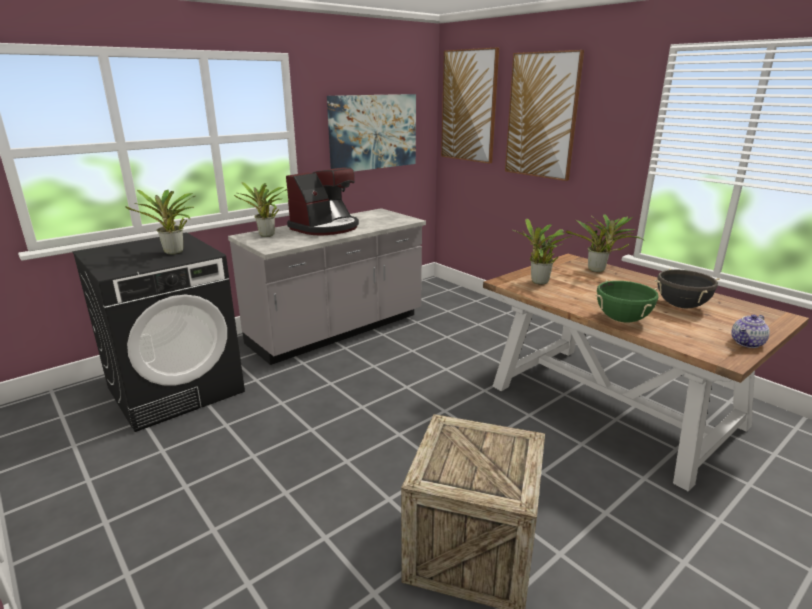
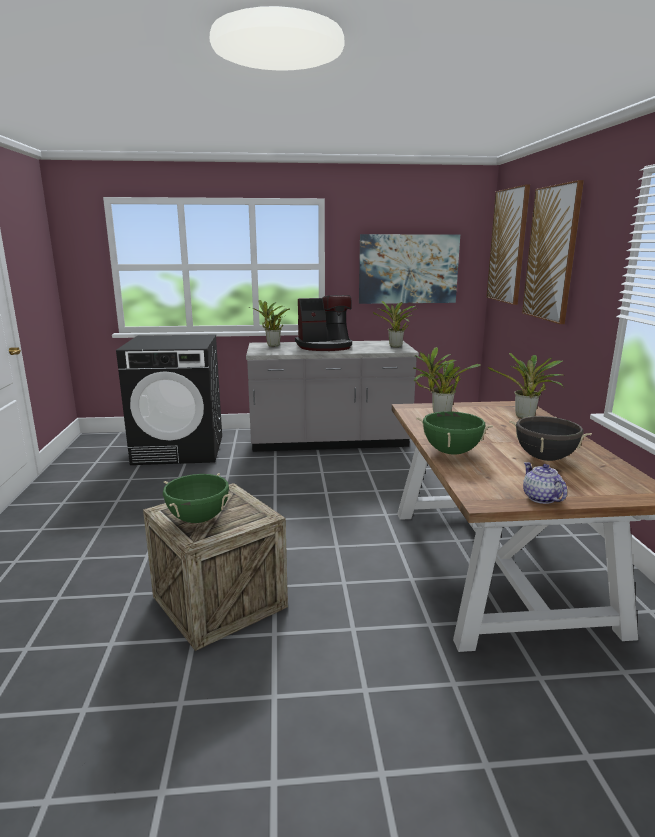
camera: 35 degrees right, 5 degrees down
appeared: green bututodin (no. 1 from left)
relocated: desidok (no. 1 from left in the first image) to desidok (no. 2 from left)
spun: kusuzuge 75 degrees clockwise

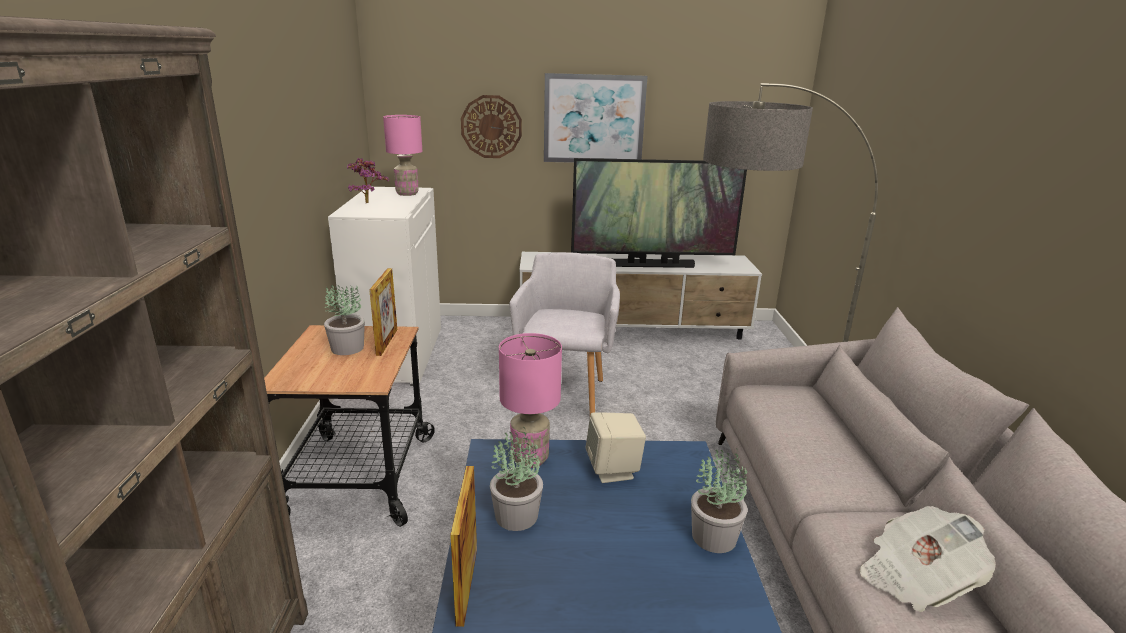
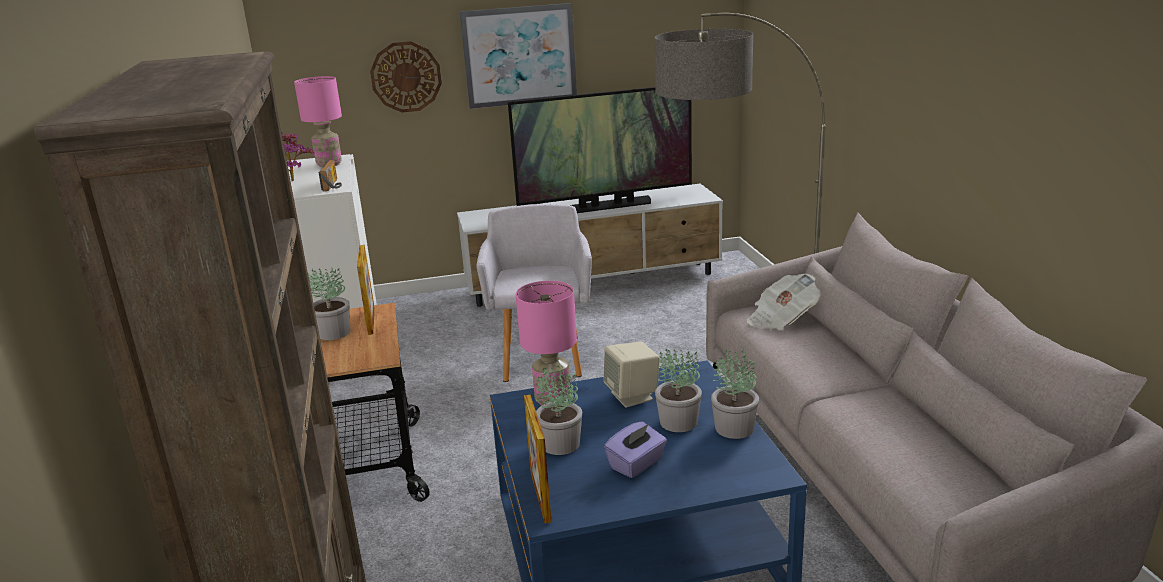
camera: 10 degrees left, 0 degrees up
appeared: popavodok; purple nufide; desidok (no. 4 from left)
relocated: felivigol

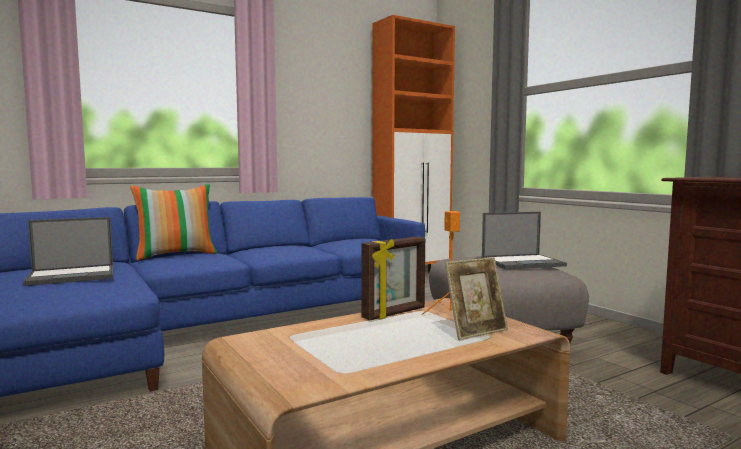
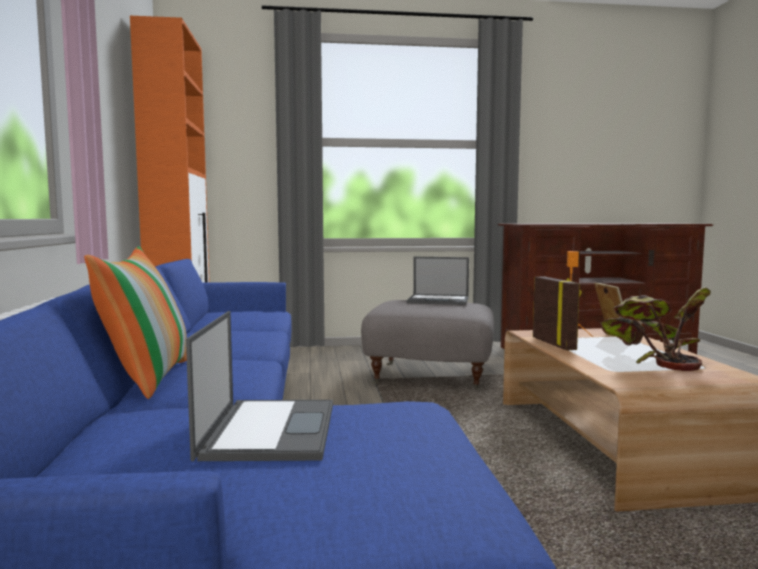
camera: 65 degrees left, 0 degrees up
appeared: desidok
spun: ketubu (no. 2 from left) 90 degrees clockwise

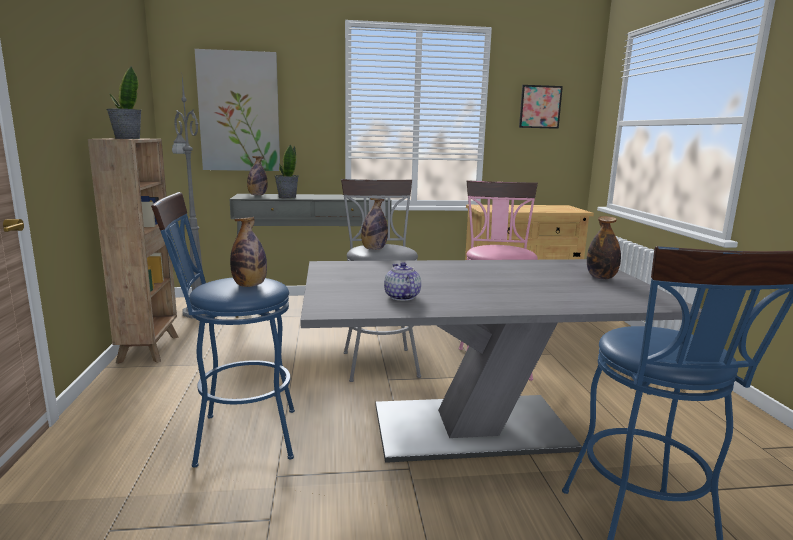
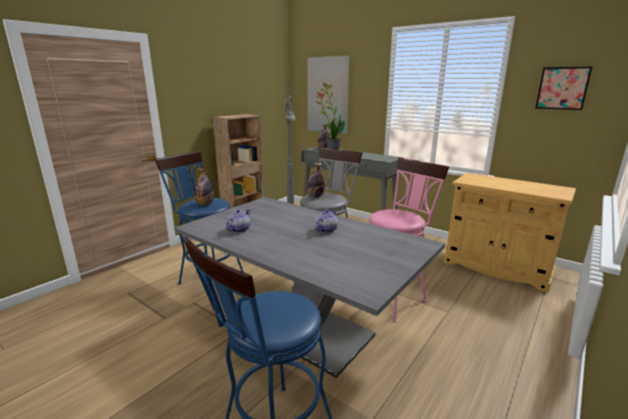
camera: 45 degrees right, 5 degrees up
missing: desidok (no. 1 from left); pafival (no. 4 from left)
appeared: kusuzuge (no. 2 from left)

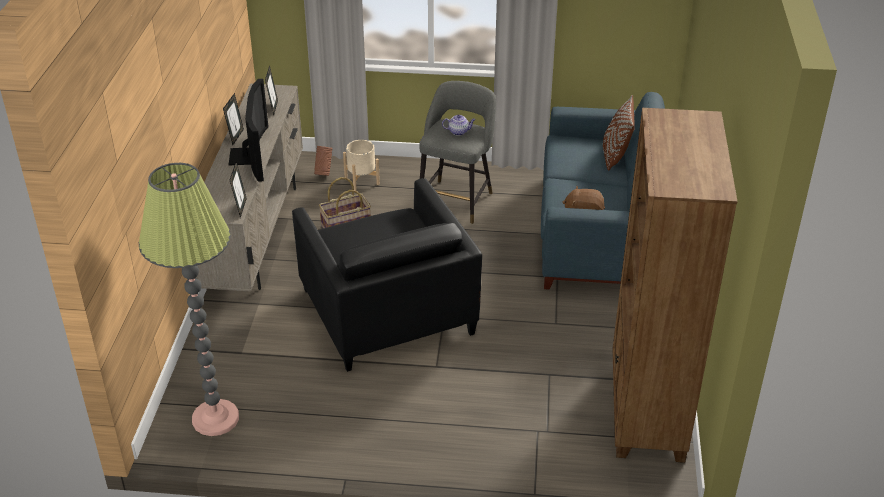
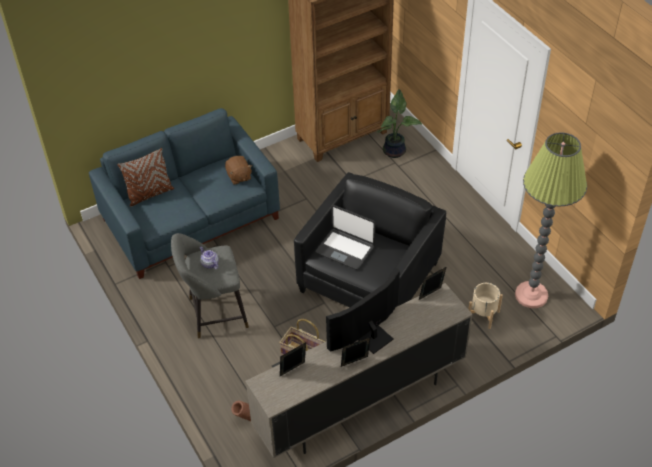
camera: 125 degrees left, 10 degrees up
appeared: ketubu; desidok
relocated: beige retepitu

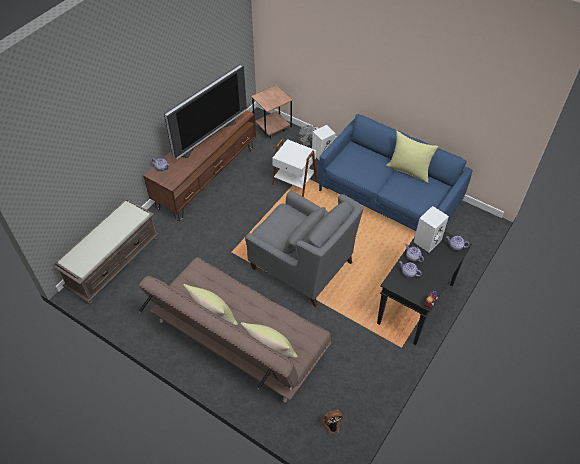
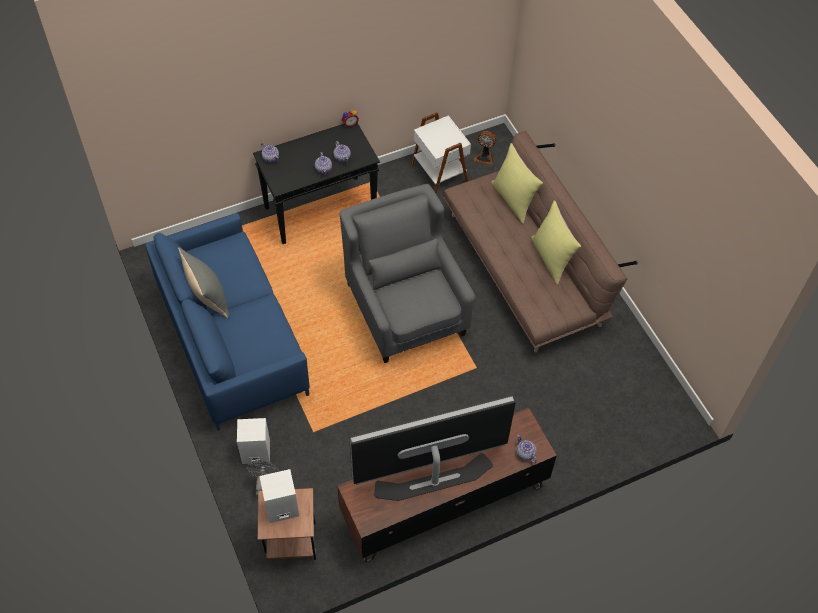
camera: 150 degrees left, 5 degrees up
missing: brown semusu
relocated: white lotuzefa (no. 2 from left); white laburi
colour: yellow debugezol (no. 3 from left) to grey debugezol

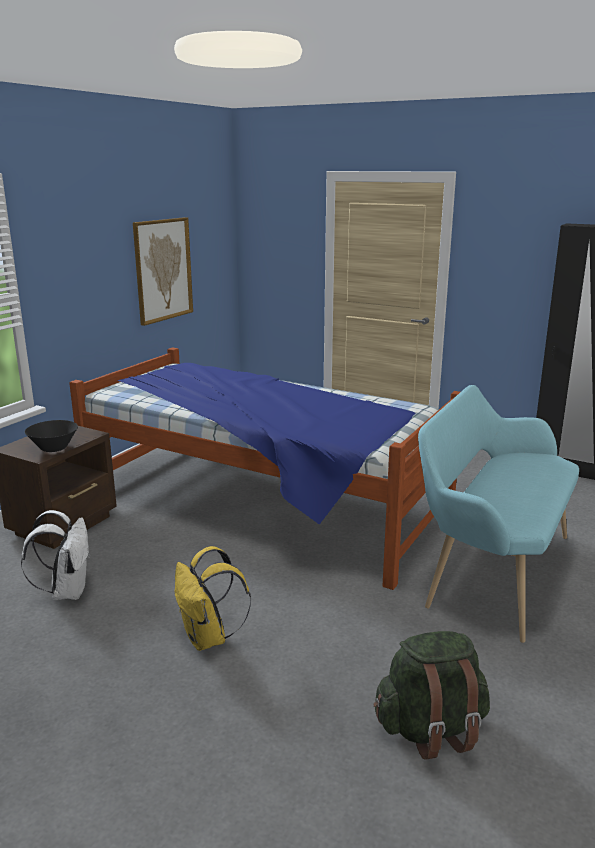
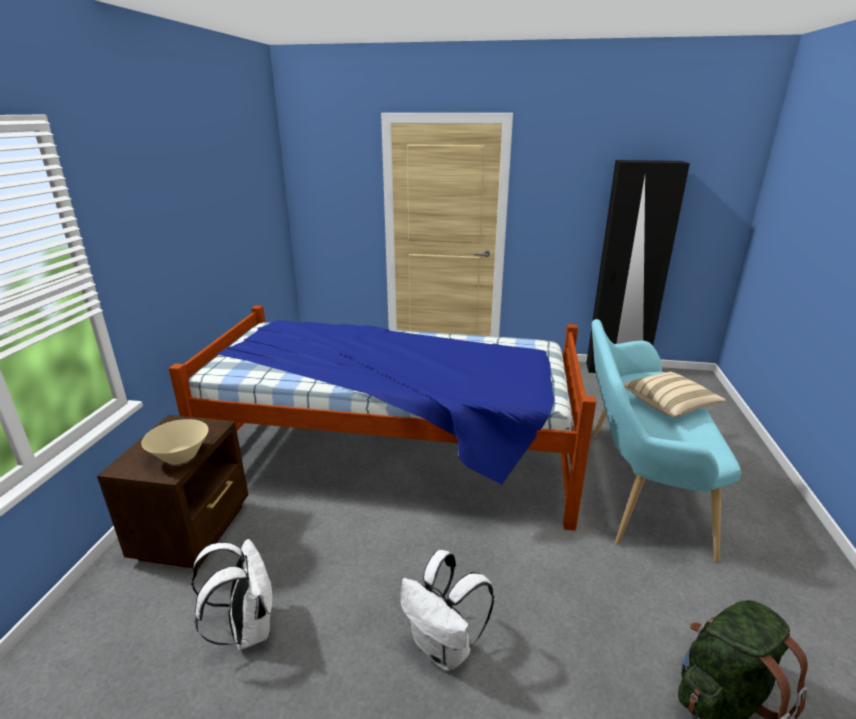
camera: 20 degrees left, 5 degrees up
missing: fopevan
appeared: beige debugezol
colour: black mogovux to beige mogovux; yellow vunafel to white vunafel (no. 2 from left)

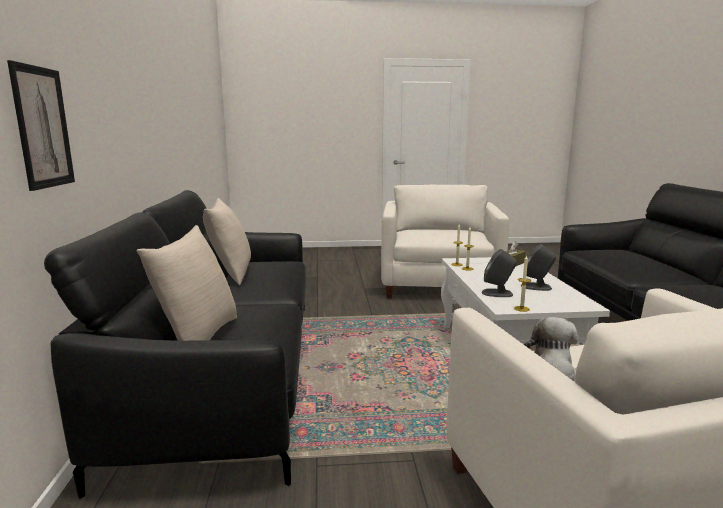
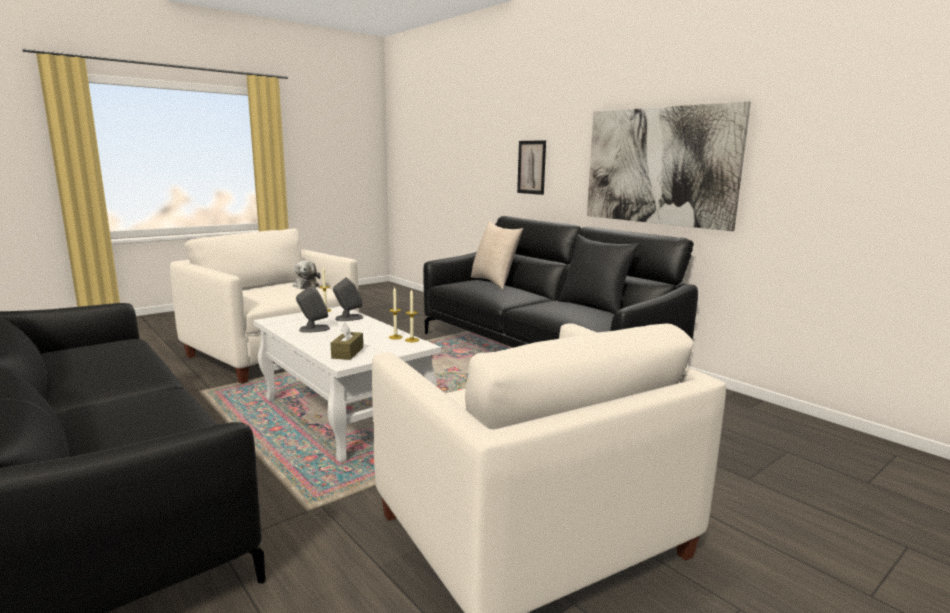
camera: 145 degrees right, 0 degrees up
appeared: fopevan (no. 2 from left)
colour: beige debugezol (no. 2 from left) to black debugezol

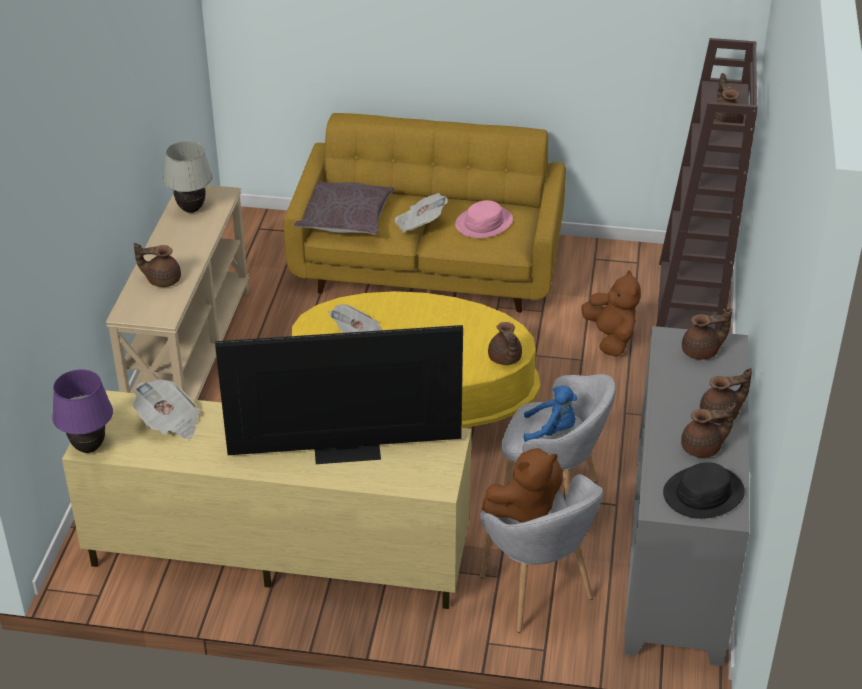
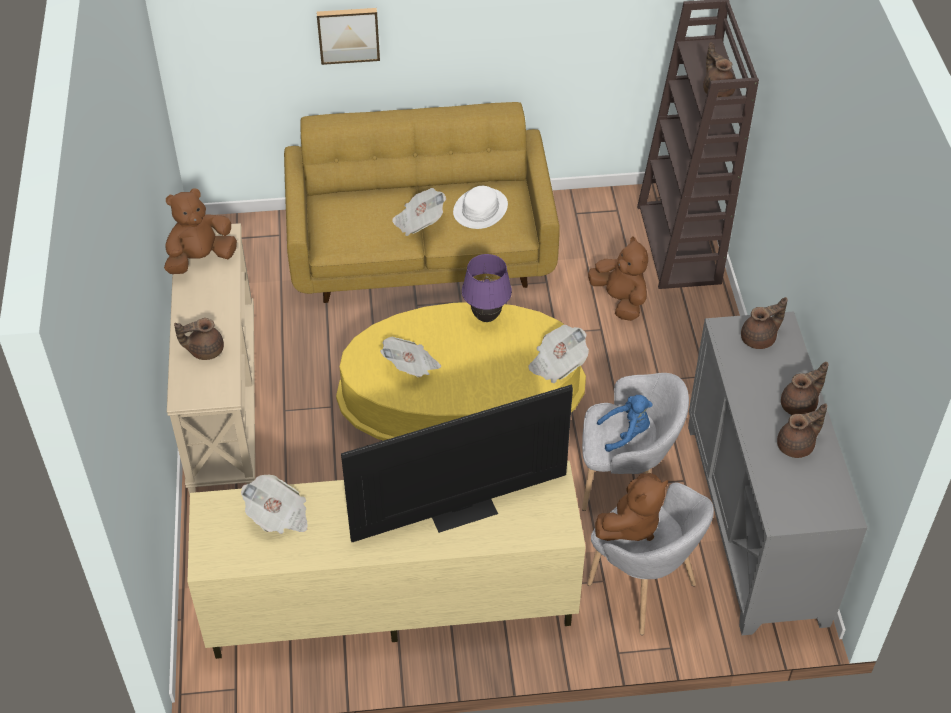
camera: 15 degrees left, 10 degrees up
missing: grey debugezol; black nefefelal
appeared: fopevan
relocated: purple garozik
exchanged: white garozik to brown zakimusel (no. 1 from left); brown kusuzuge (no. 2 from left) to felivigol (no. 4 from left)
colour: pink nefefelal to white nefefelal

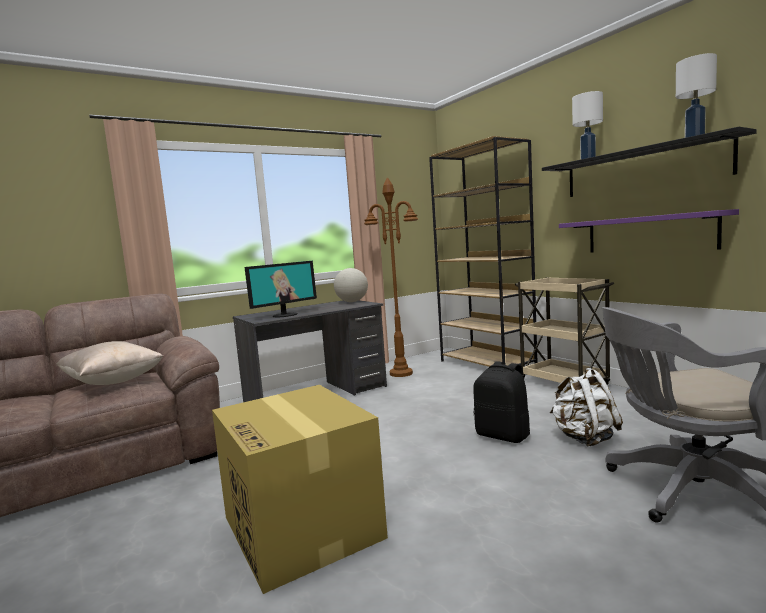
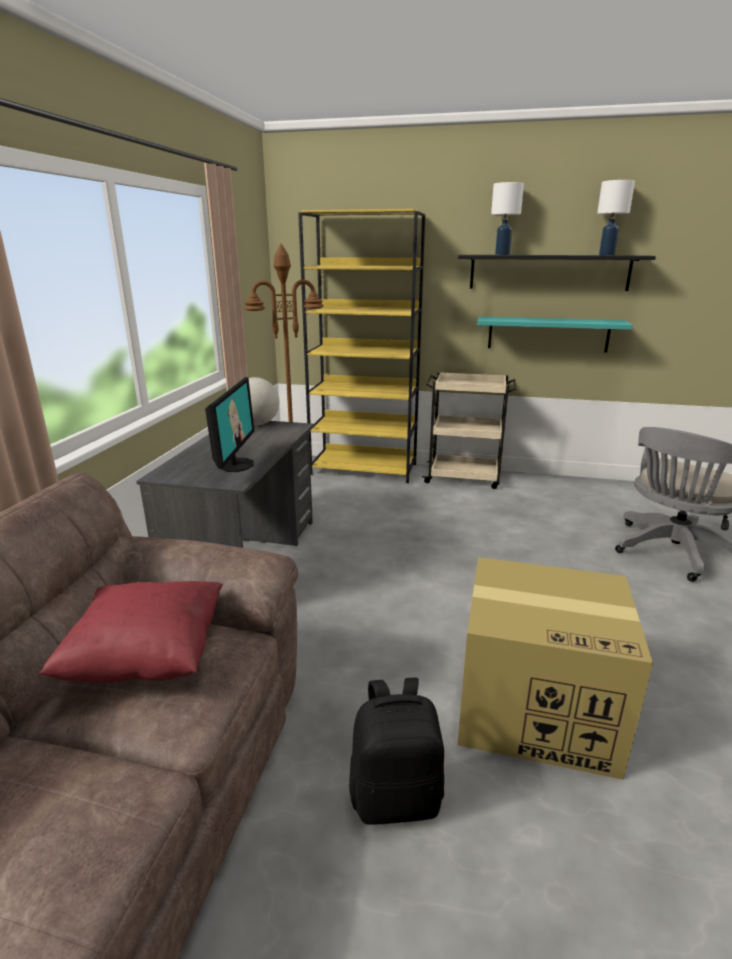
camera: 45 degrees left, 15 degrees up
missing: white vunafel
relocated: black vunafel
colour: beige debugezol to red debugezol; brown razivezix to yellow razivezix; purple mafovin to turquoise mafovin

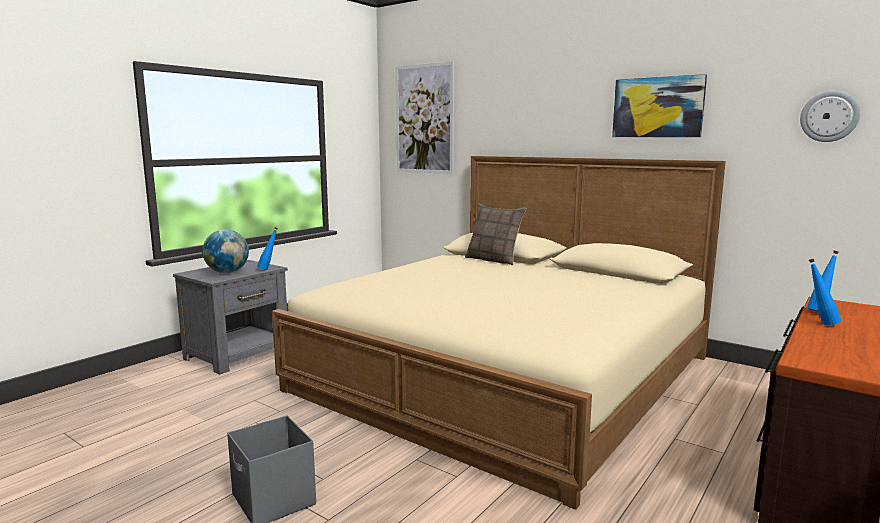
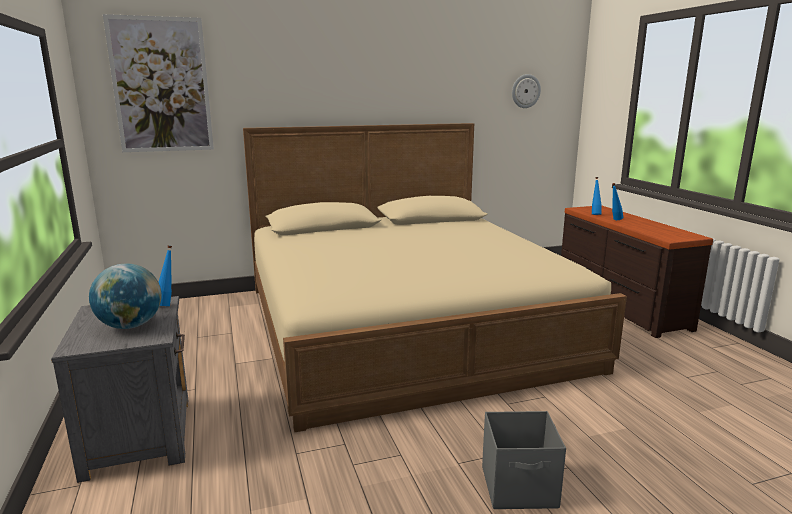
camera: 55 degrees left, 5 degrees up
missing: debugezol; fopevan (no. 2 from left)

